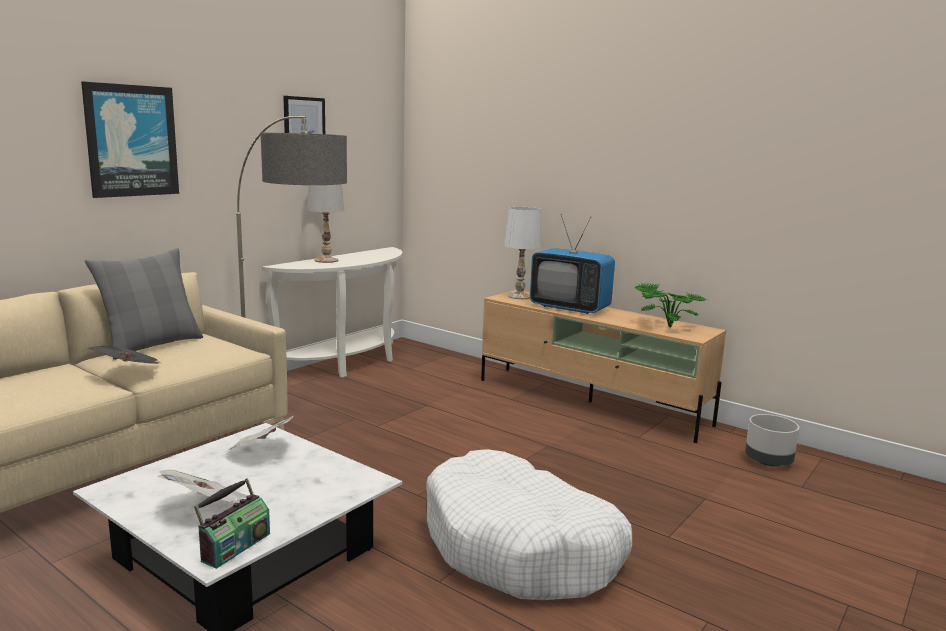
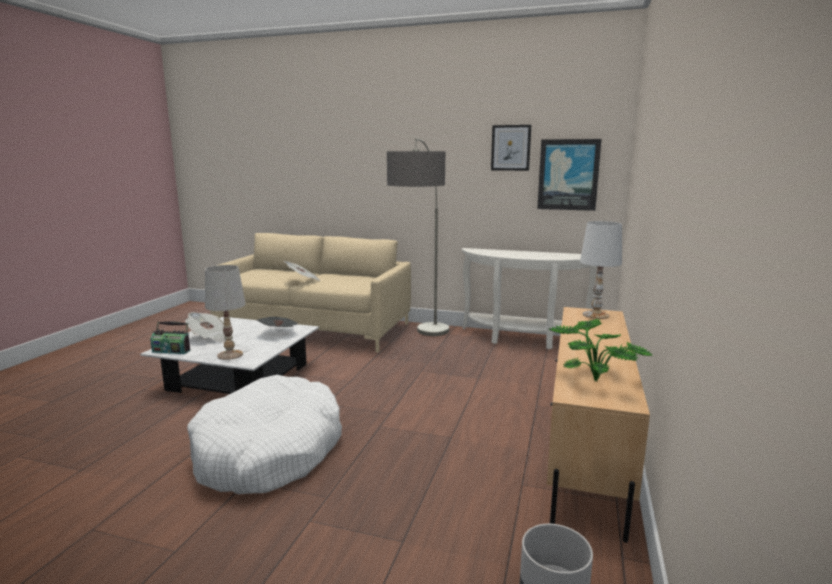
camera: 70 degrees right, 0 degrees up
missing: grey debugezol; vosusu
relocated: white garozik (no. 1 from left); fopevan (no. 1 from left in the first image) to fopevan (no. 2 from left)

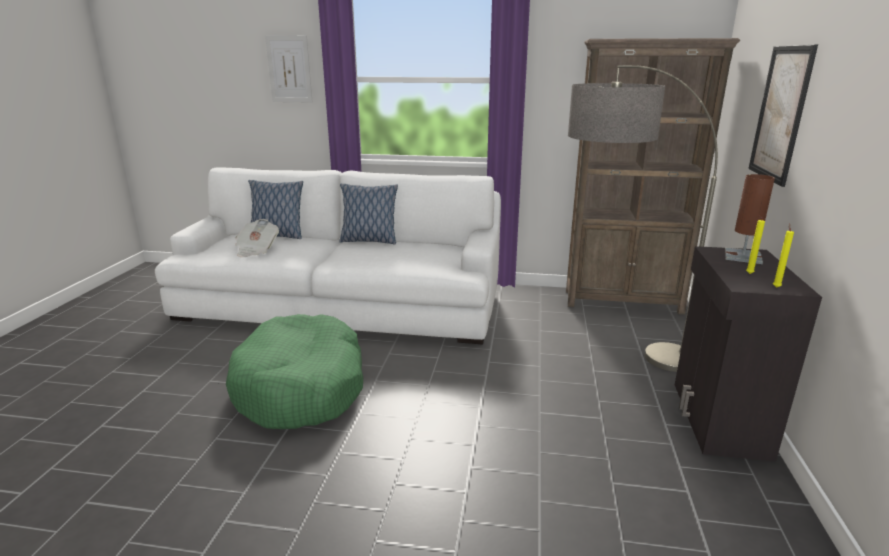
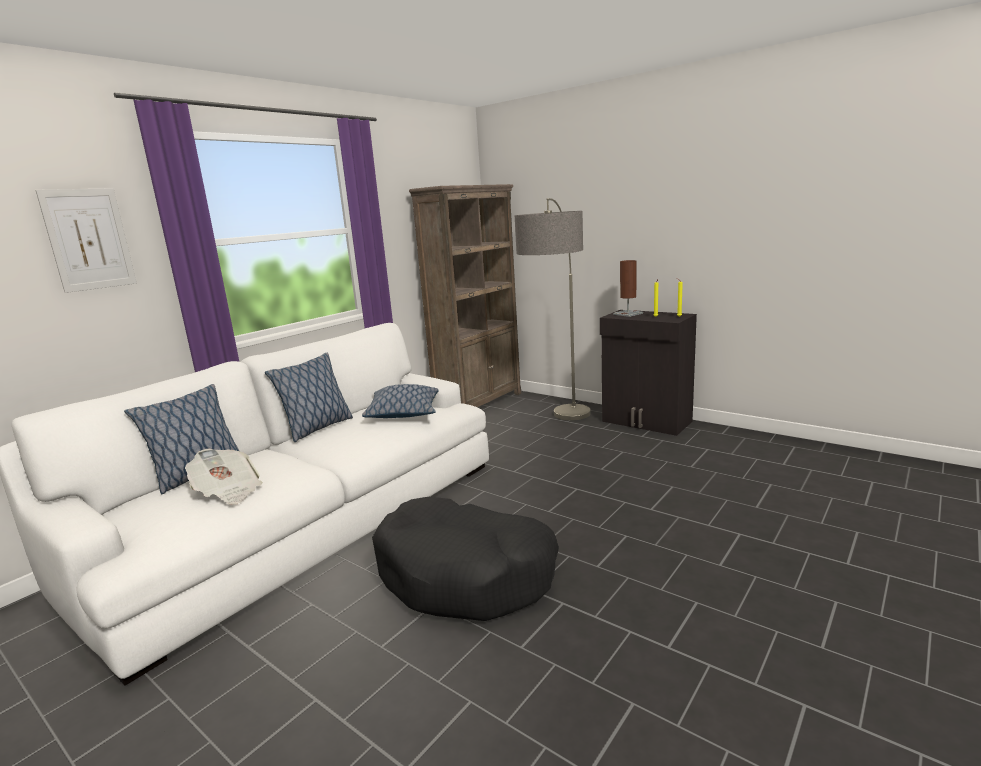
camera: 60 degrees left, 5 degrees down
missing: fopevan (no. 2 from left)
appeared: debugezol (no. 3 from left)
colour: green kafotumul to black kafotumul

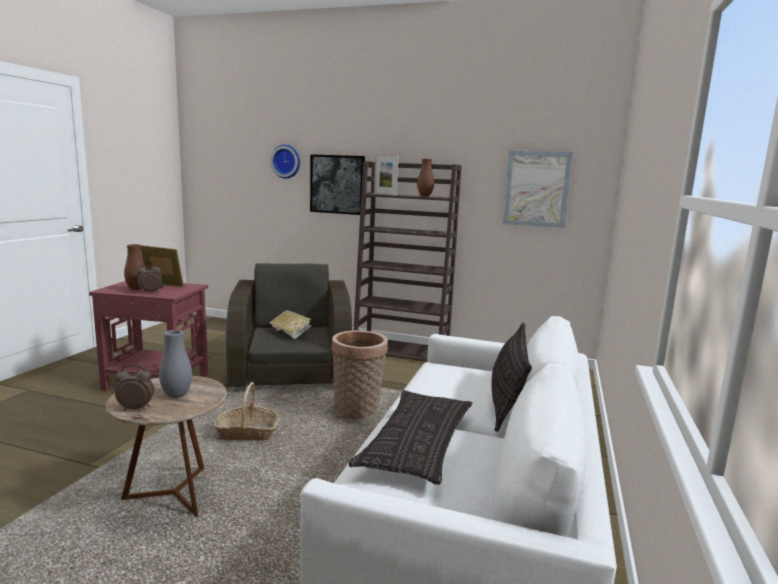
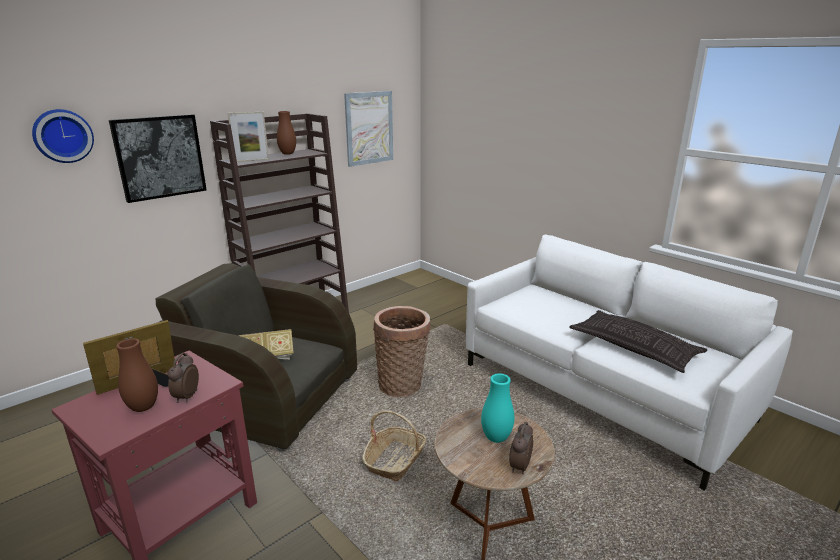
camera: 60 degrees left, 10 degrees up
missing: debugezol (no. 2 from left)
colour: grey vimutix to turquoise vimutix

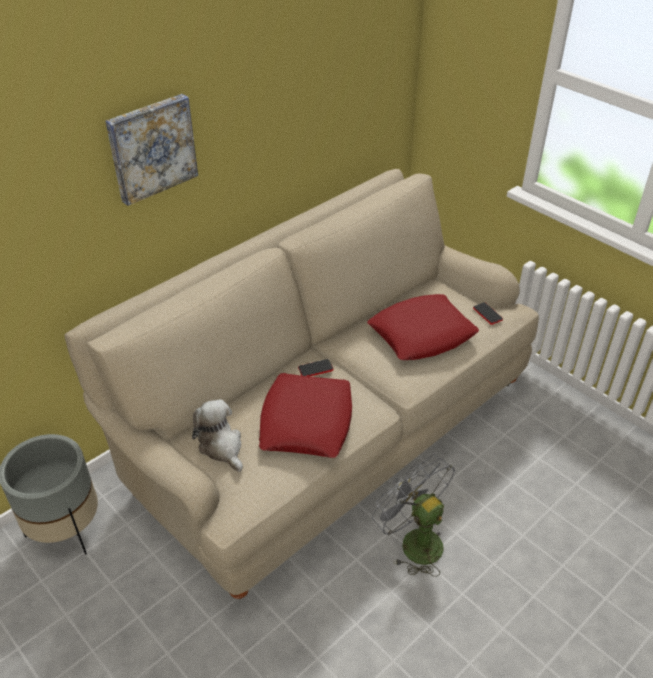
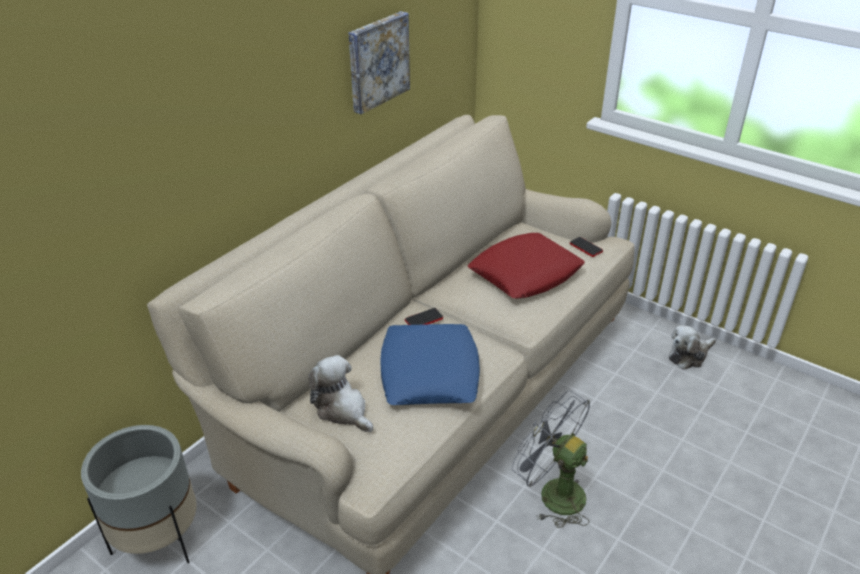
camera: 10 degrees left, 5 degrees down
appeared: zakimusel (no. 2 from left)
relocated: fopevan
colour: red debugezol (no. 1 from left) to blue debugezol

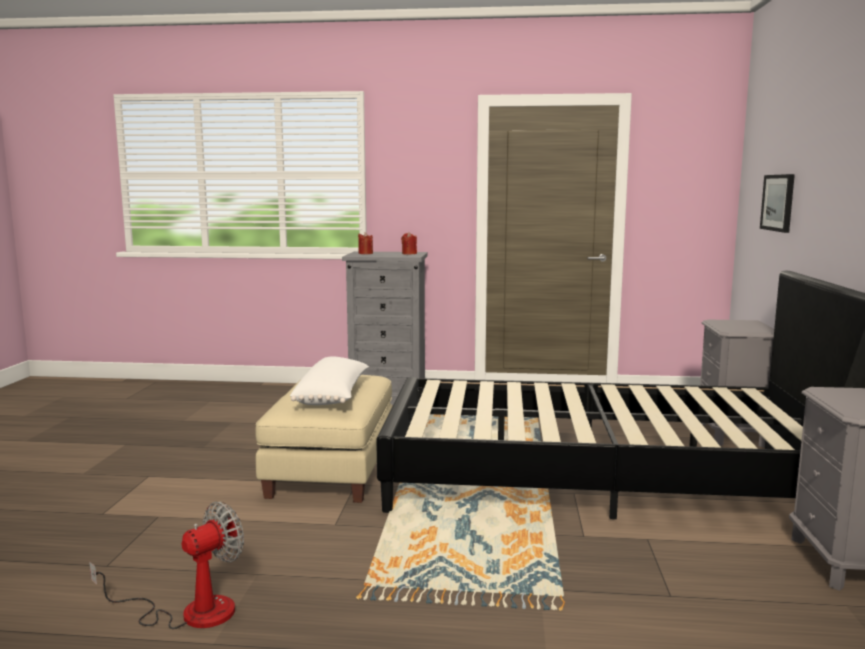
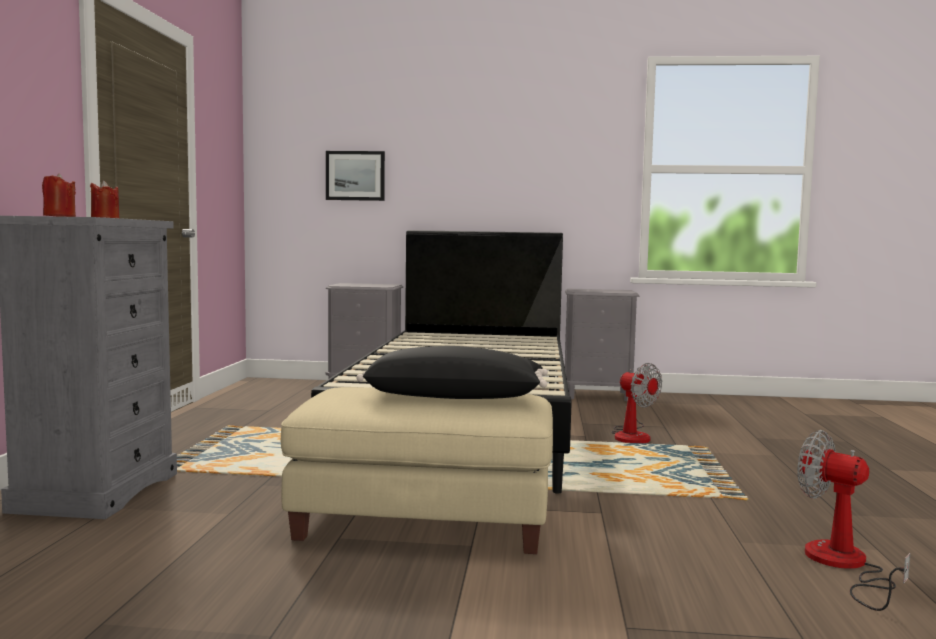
camera: 90 degrees left, 5 degrees down
appeared: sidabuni (no. 1 from left)
colour: white debugezol to black debugezol

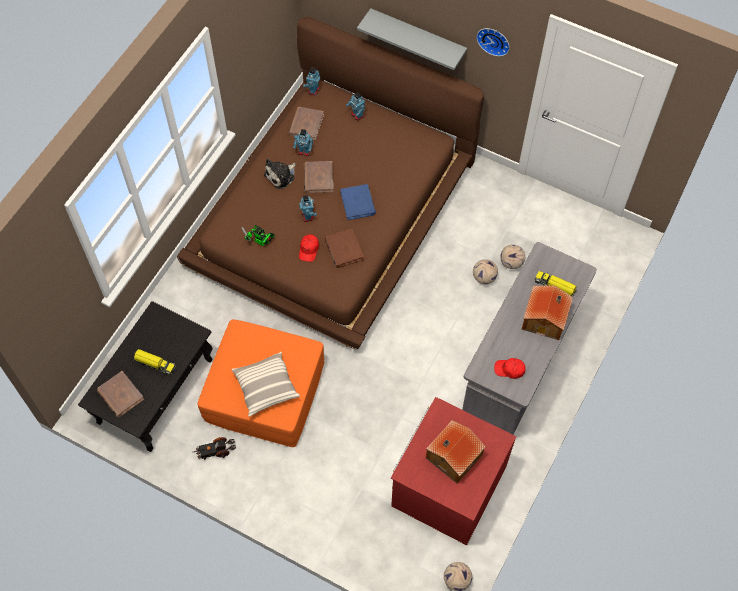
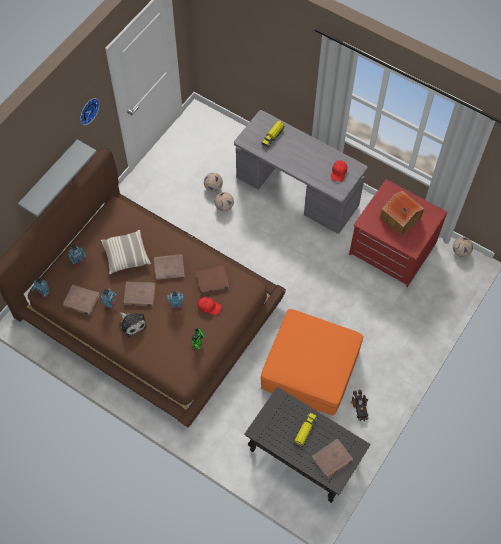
camera: 85 degrees left, 0 degrees up
missing: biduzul (no. 2 from left)
relocated: debugezol
colour: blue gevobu to brown gevobu (no. 3 from left)

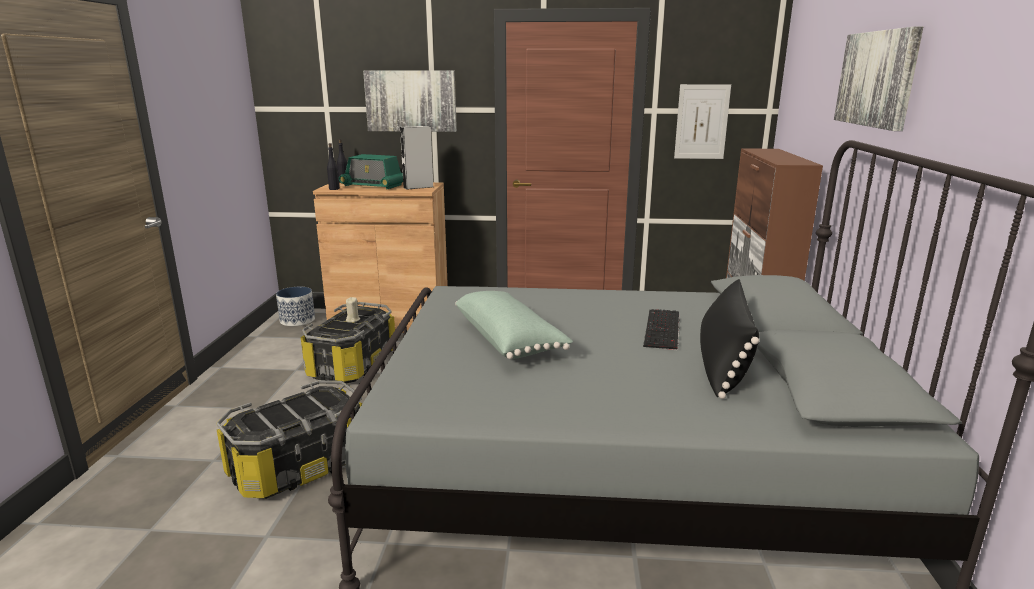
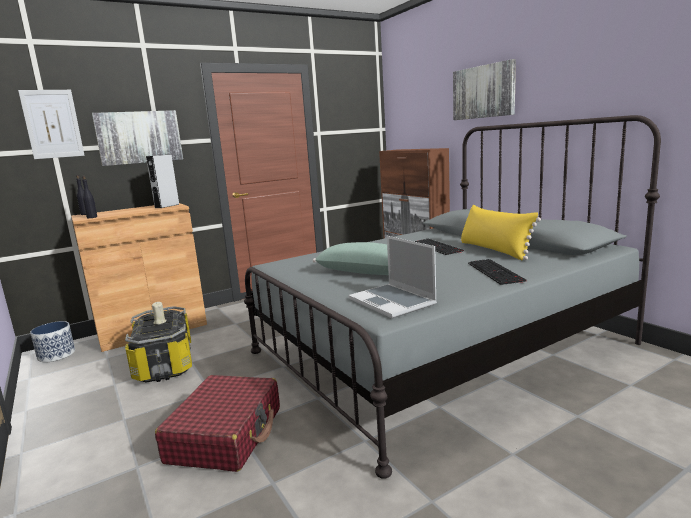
camera: 35 degrees left, 5 degrees down
missing: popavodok
appeared: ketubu; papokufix (no. 2 from left)
relocated: fopevan (no. 2 from left in the first image) to fopevan (no. 1 from left)
exchanged: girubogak (no. 1 from left) to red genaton
colour: black debugezol to yellow debugezol

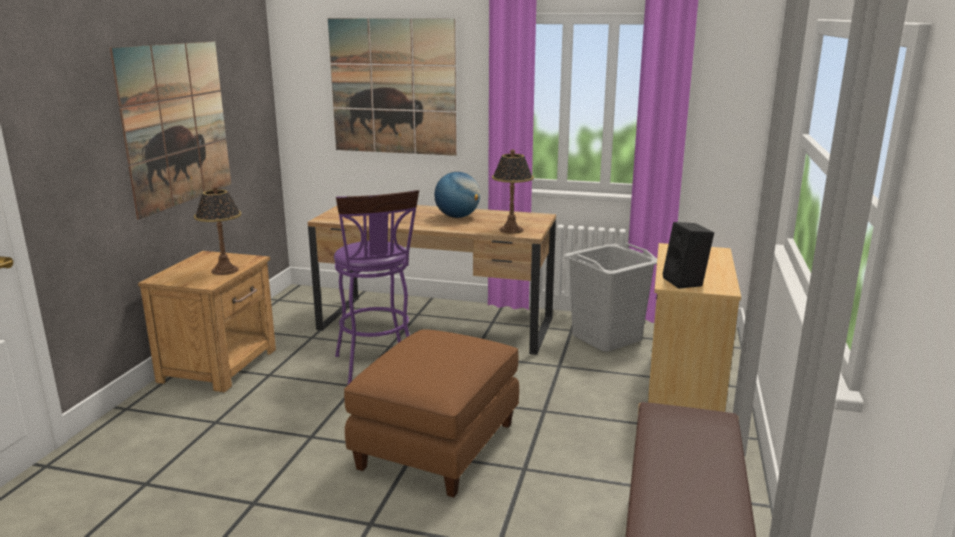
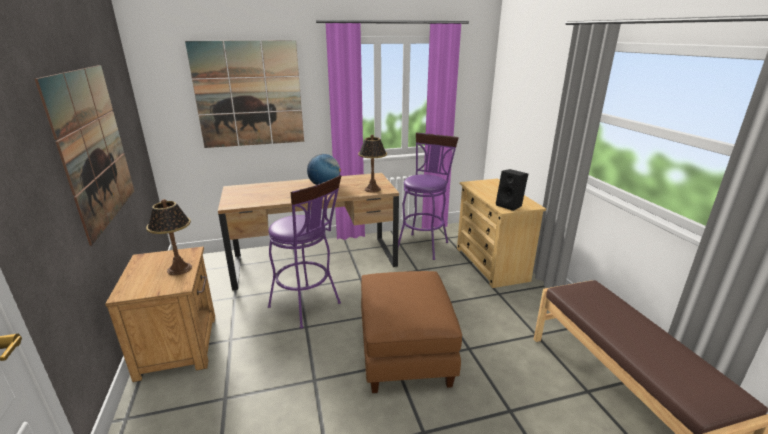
camera: 30 degrees left, 5 degrees up
exchanged: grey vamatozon to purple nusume (no. 2 from left)

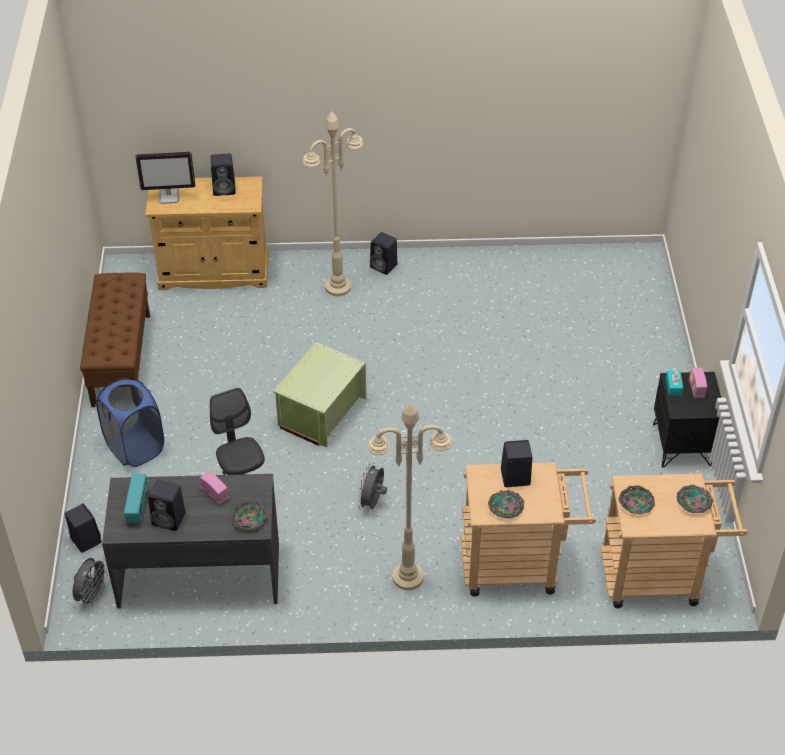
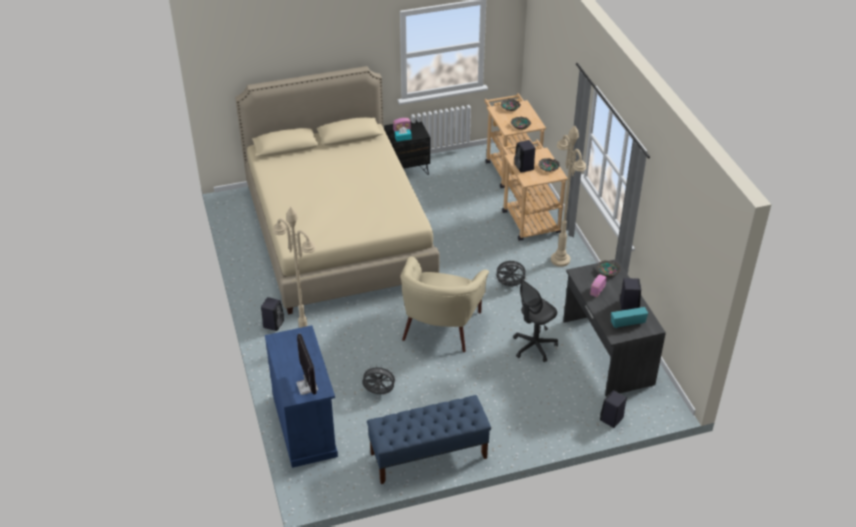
camera: 105 degrees left, 5 degrees down
missing: blue vamatozon; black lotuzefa (no. 3 from left)
appeared: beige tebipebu
relocated: grey sidabuni (no. 1 from left)
exchanged: green girubogak to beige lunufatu
colour: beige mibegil to blue mibegil; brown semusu to blue semusu

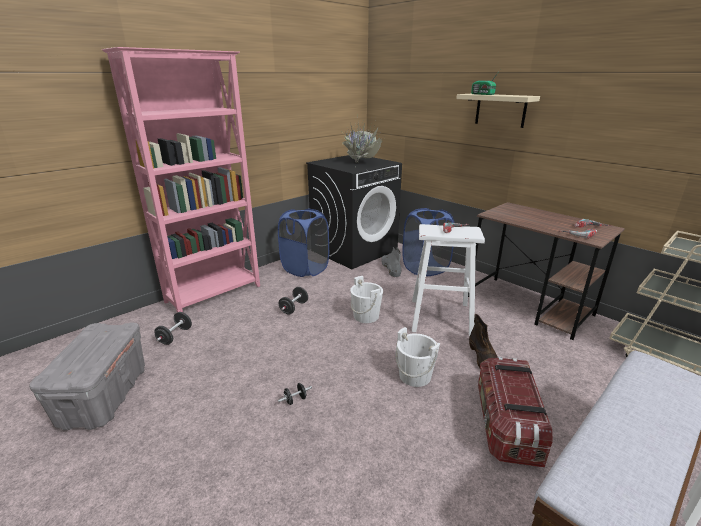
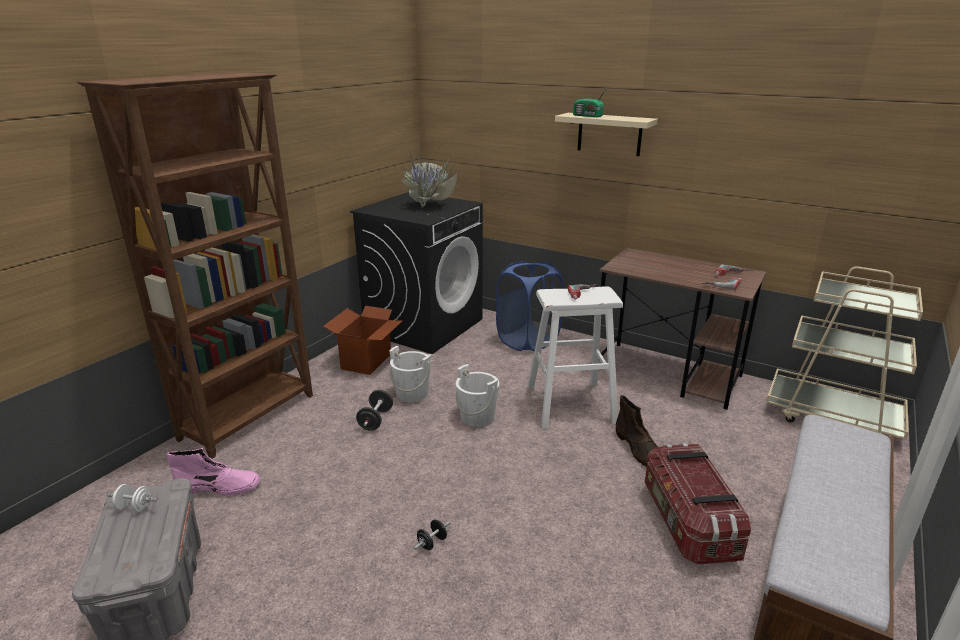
camera: 15 degrees left, 0 degrees up
missing: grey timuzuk
appeared: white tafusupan
relocated: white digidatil (no. 2 from left in the first image) to white digidatil (no. 1 from left)
exchanged: black tafusupan (no. 1 from left) to pink timuzuk; blue vamatozon (no. 1 from left) to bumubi
colour: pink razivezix to brown razivezix

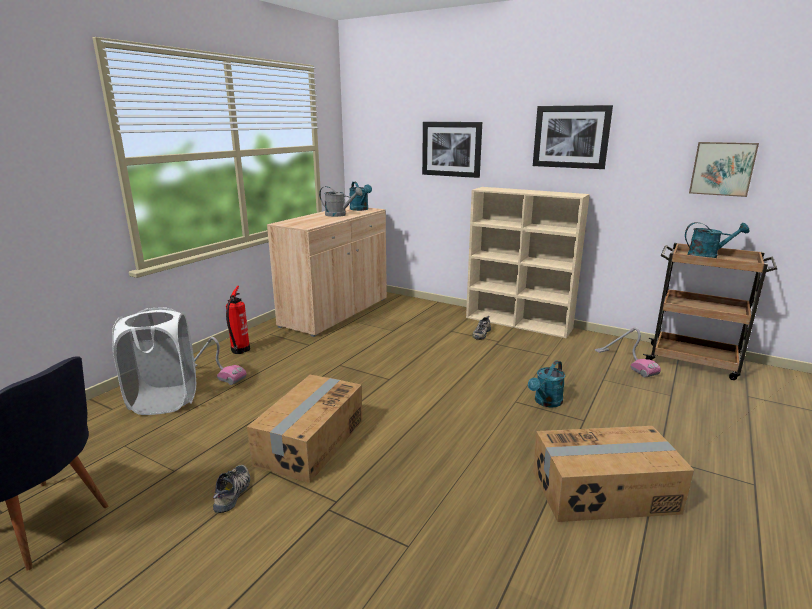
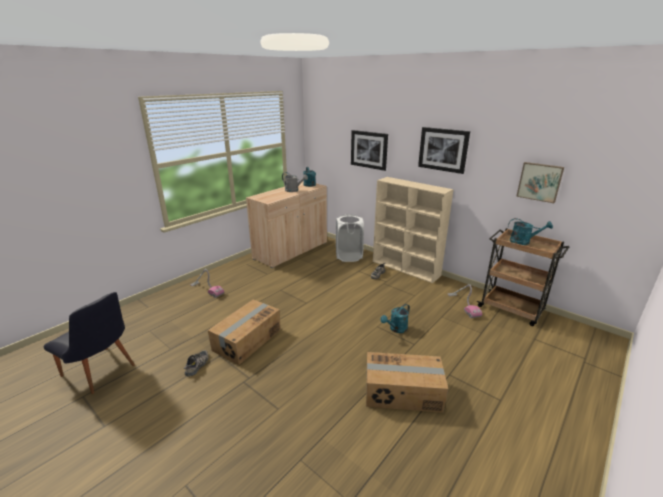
camera: 10 degrees right, 5 degrees up
missing: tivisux
relocated: white vamatozon

